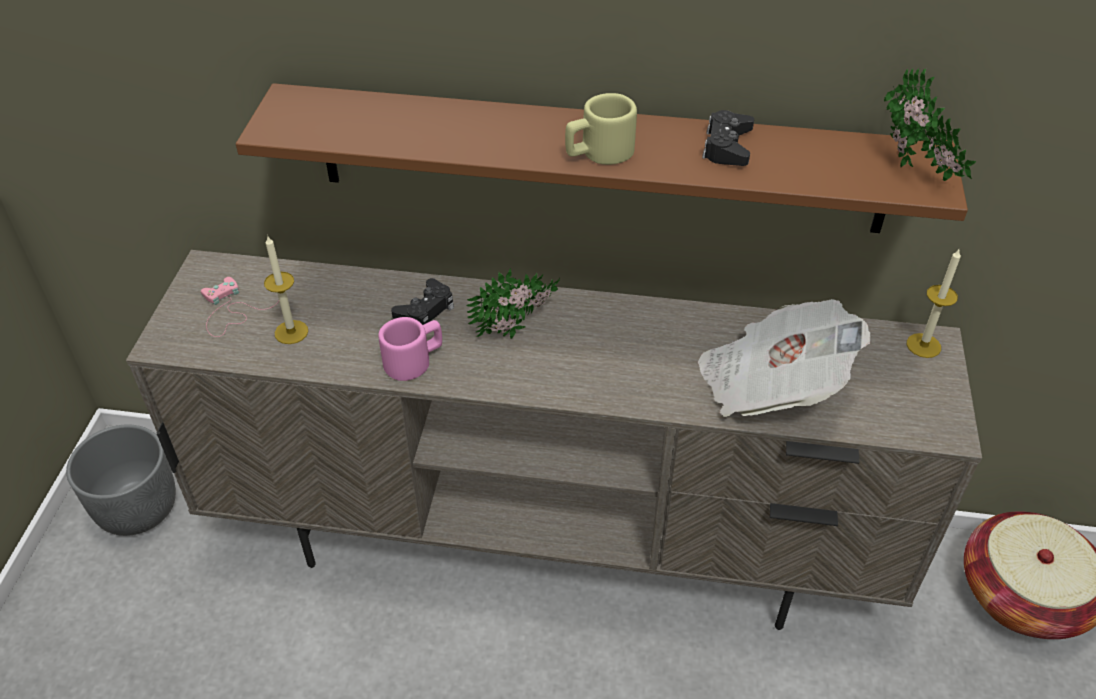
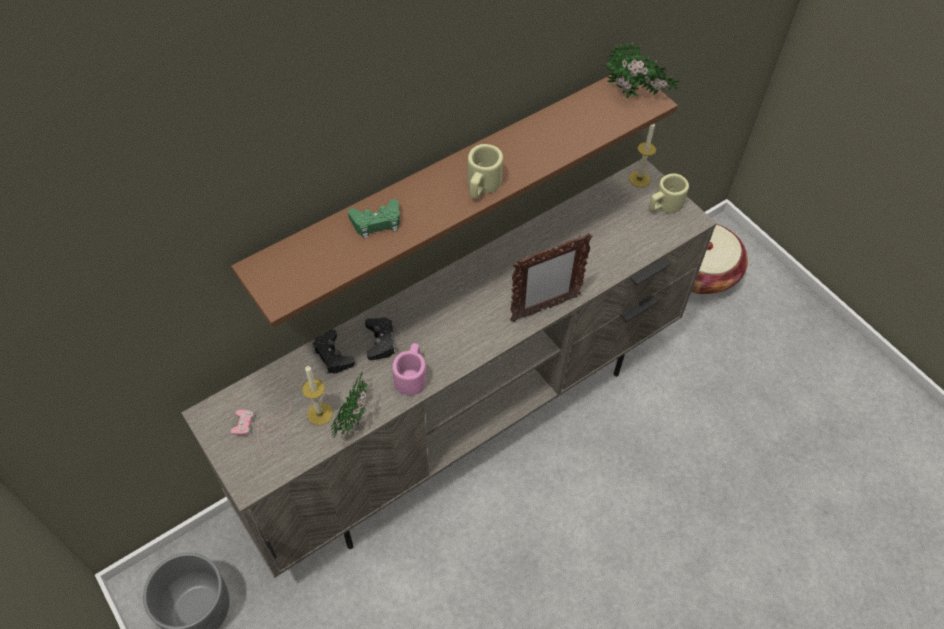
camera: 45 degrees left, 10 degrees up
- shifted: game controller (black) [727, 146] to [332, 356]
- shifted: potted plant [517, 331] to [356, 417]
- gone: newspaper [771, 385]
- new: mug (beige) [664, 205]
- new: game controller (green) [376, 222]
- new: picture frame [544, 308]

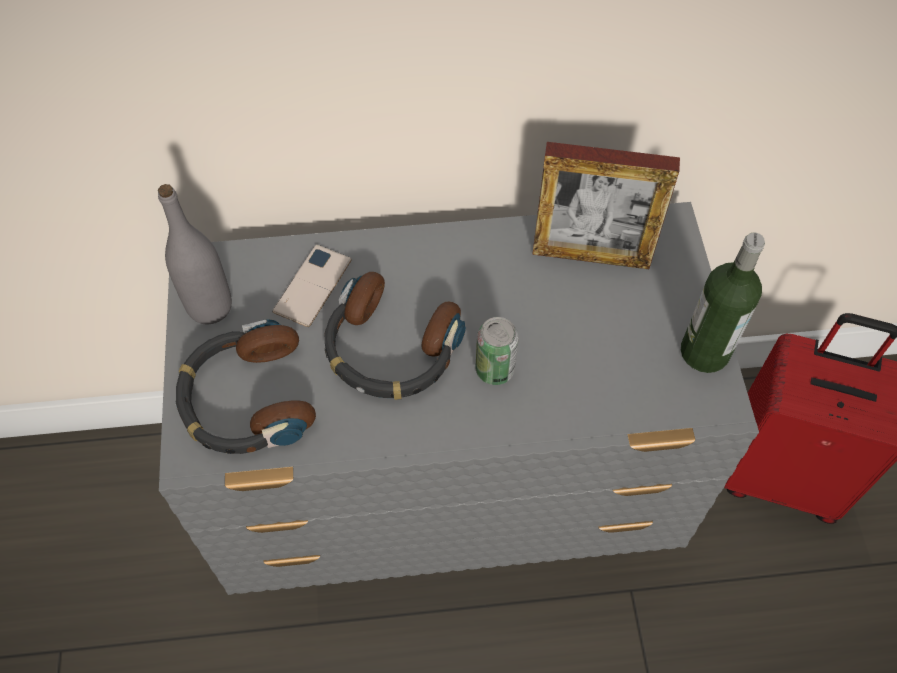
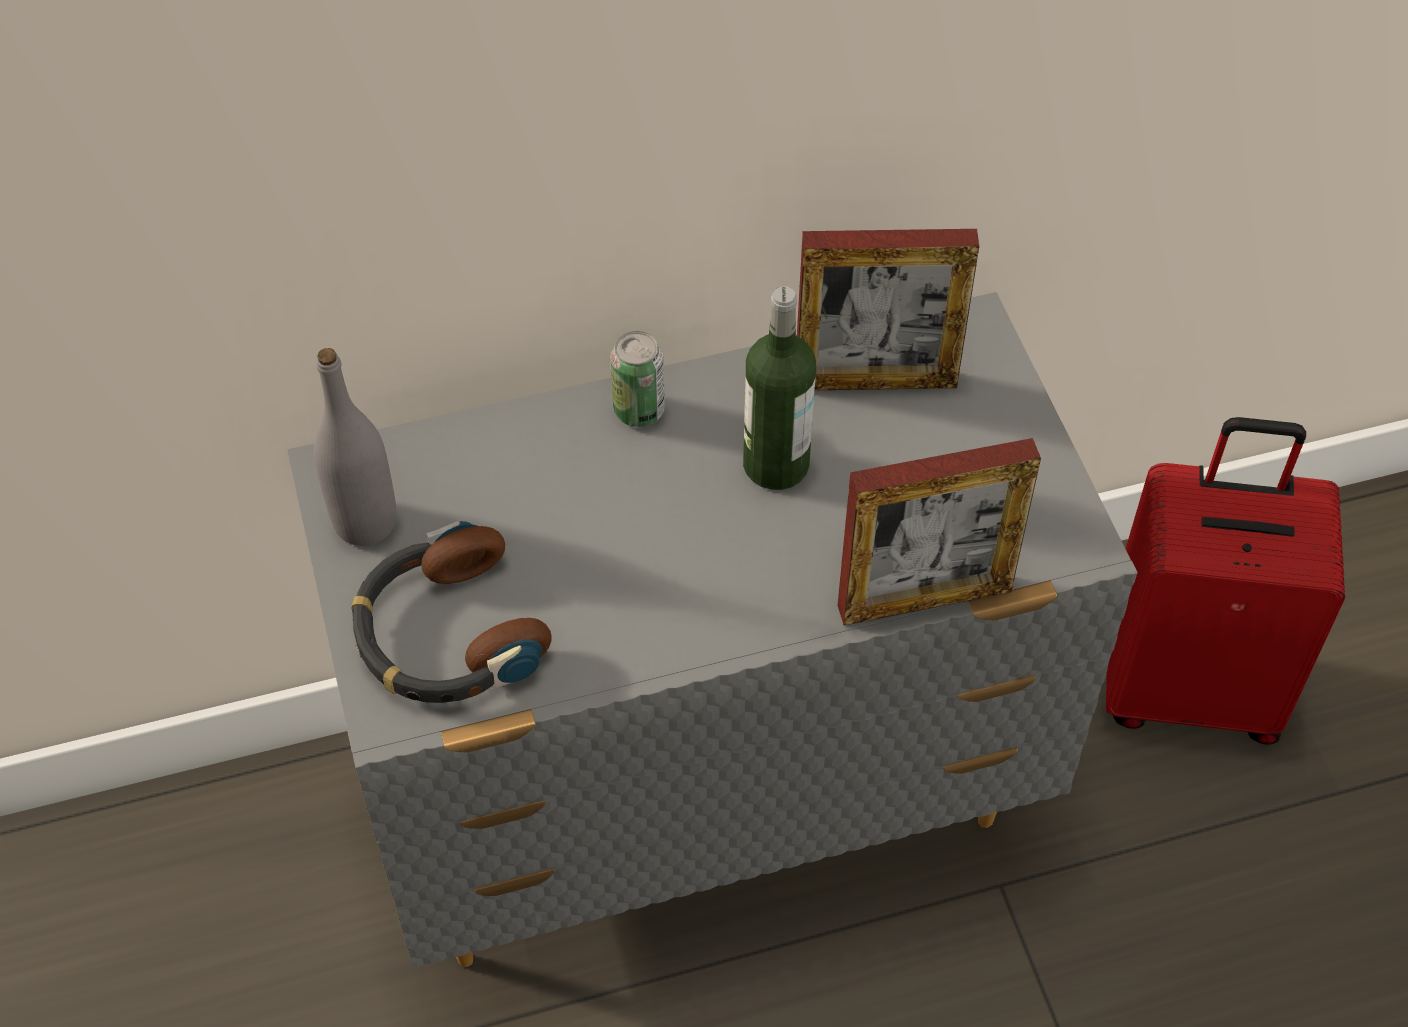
camera: 10 degrees left, 5 degrees down
- shifted: bottle [704, 352] to [776, 464]
- gone: phone [312, 286]
- gone: headphones [390, 349]
- shifted: can [495, 370] to [639, 410]
- new: picture frame [924, 599]

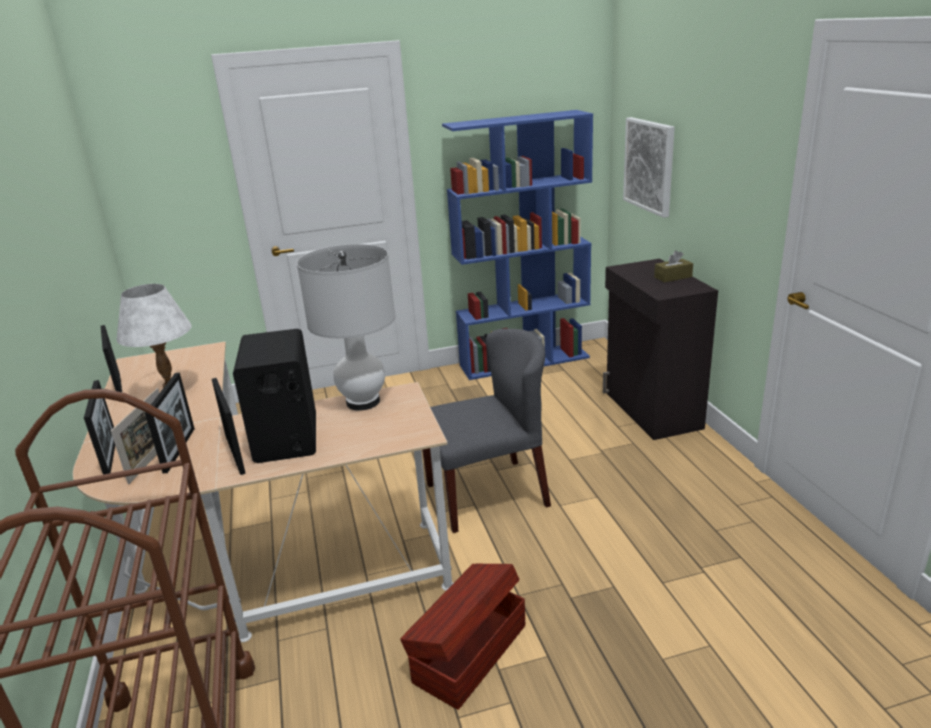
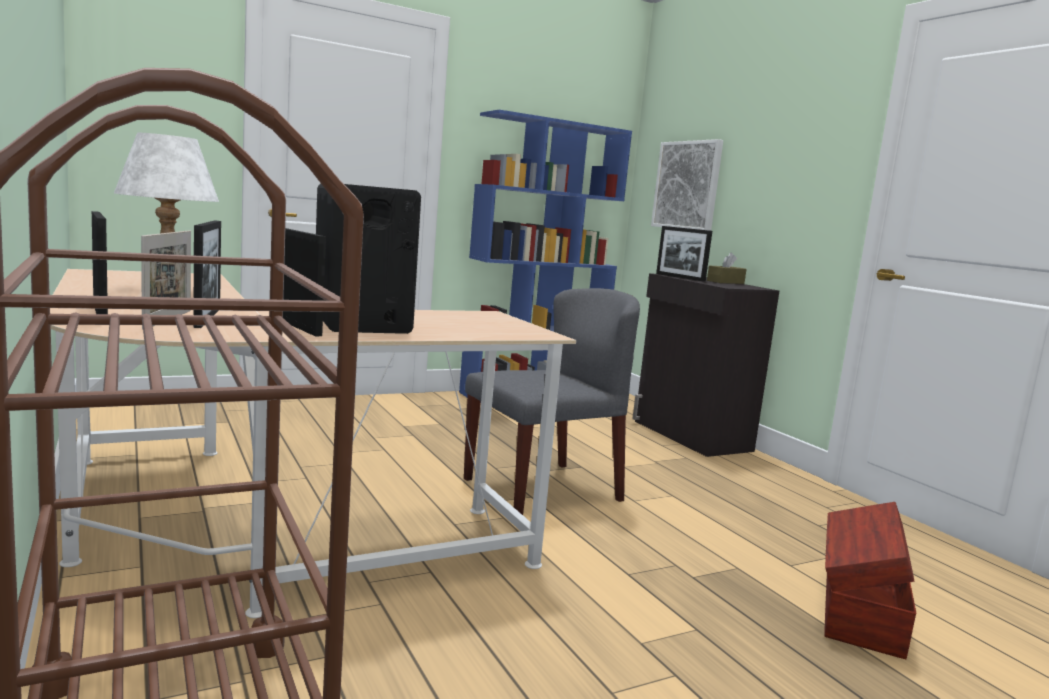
camera: 15 degrees left, 15 degrees down
- gone: table lamp (white) [363, 402]
- shifted: picture frame [119, 387] to [680, 277]
- shifted: storage box (brown) [468, 653] to [859, 611]

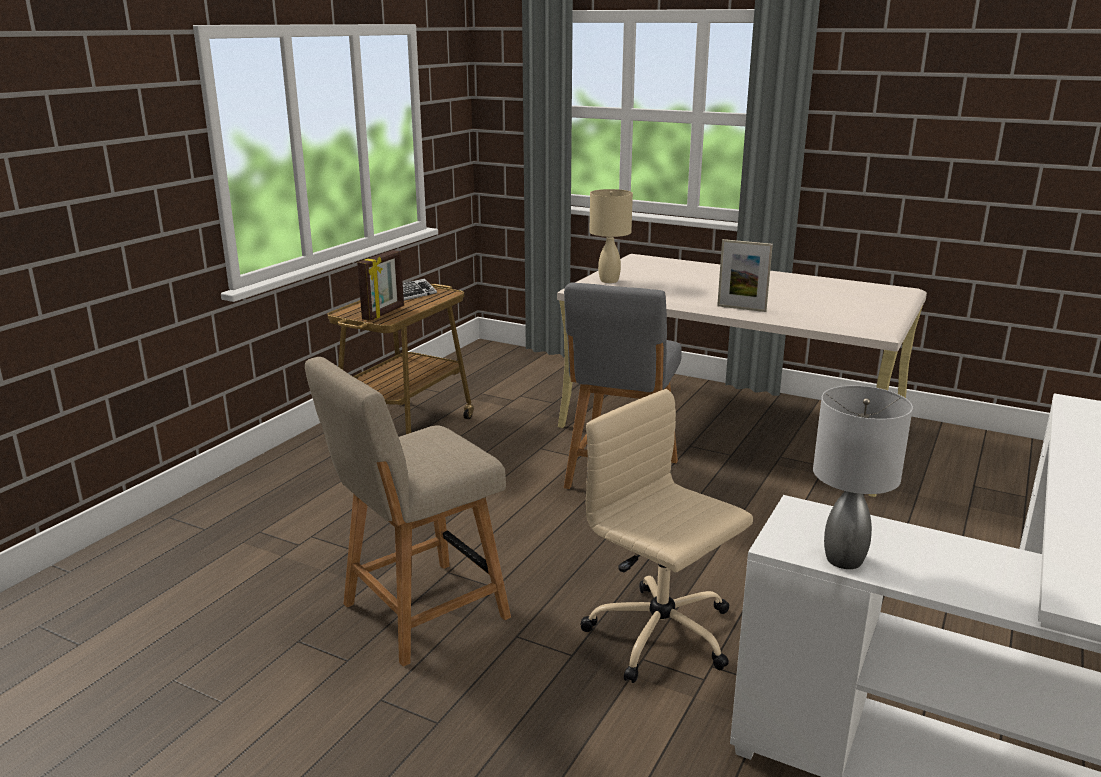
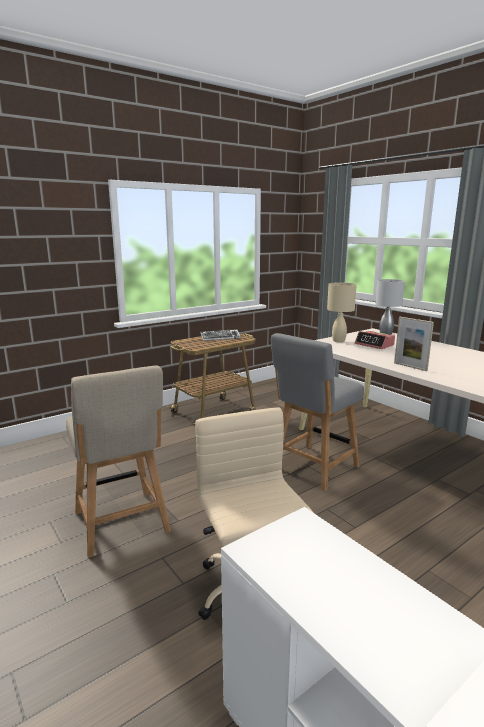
camera: 25 degrees right, 5 degrees down
- gone: picture frame [384, 313]
- rotated: chair (beige) [418, 614] = [122, 524] 105 degrees counterclockwise
- shifted: table lamp (grey) [845, 559] to [386, 334]
- new: alarm clock [374, 345]

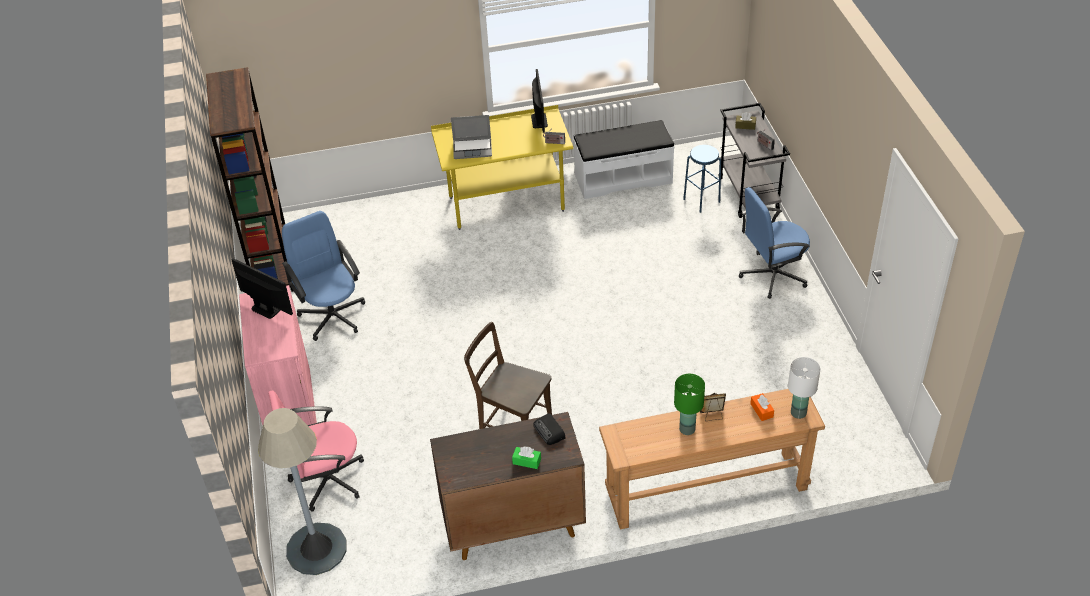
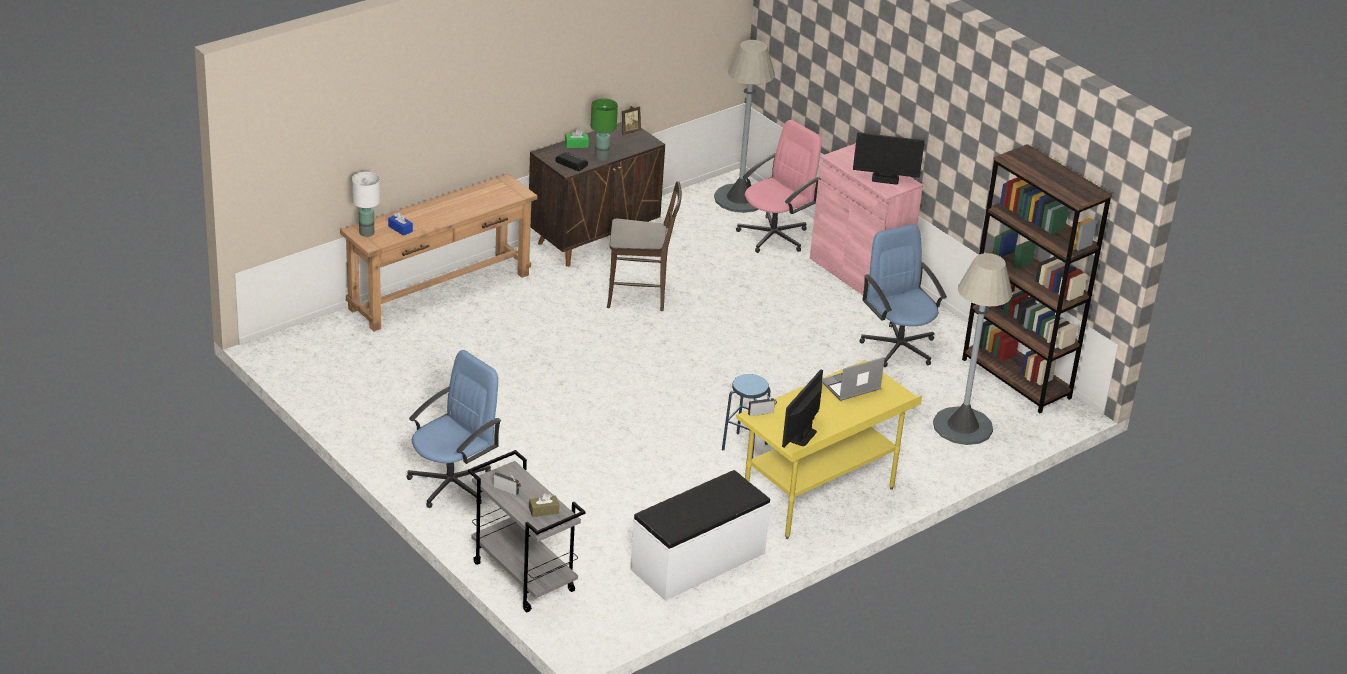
camera: 150 degrees right, 10 degrees down
- rotated: monitor [539, 121] = [801, 436] 60 degrees clockwise
- shifted: stool (blue) [701, 200] to [744, 446]
- rotated: office chair (blue) [332, 315] = [898, 347] 150 degrees counterclockwise
- shifted: table lamp (green) [686, 429] to [602, 157]
- shifted: picture frame [712, 415] to [629, 131]
- repainted: tissue box (orange) [761, 410] to tissue box (blue) [400, 229]
- new: floor lamp (grey) [962, 426]

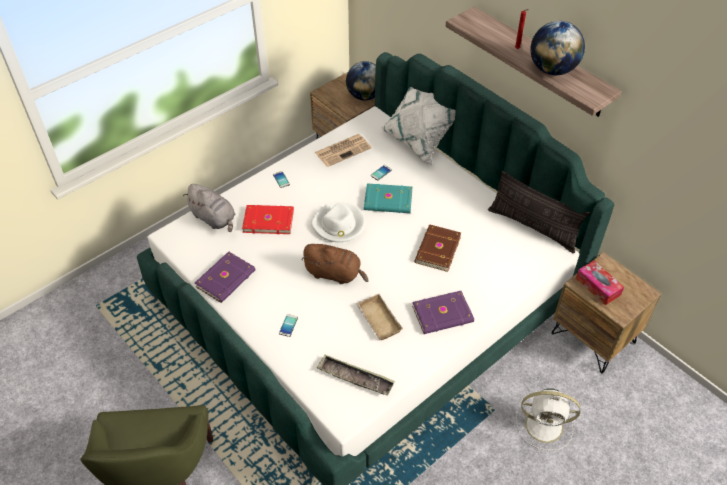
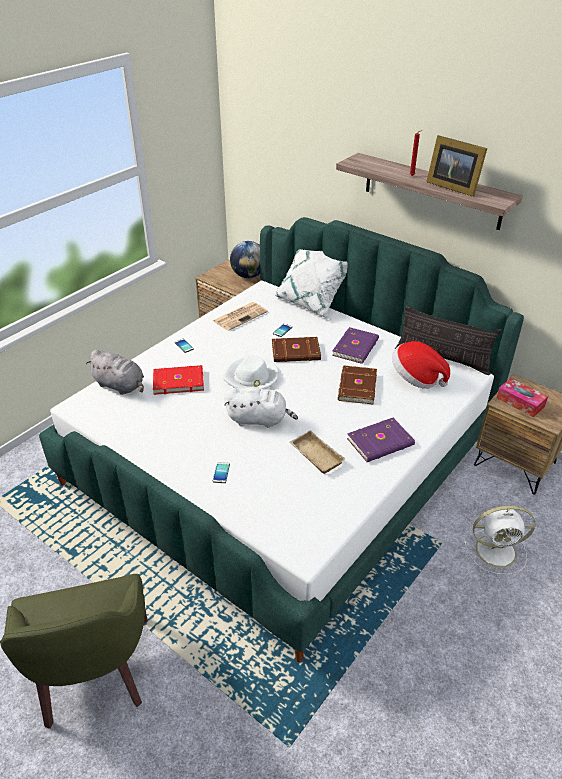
camera: 10 degrees left, 10 degrees down
- swapped: globe [552, 70] to picture frame [451, 186]
- repainted: book (turquoise) [388, 201] to book (brown) [296, 352]
- repainted: plush toy (brown) [335, 274] to plush toy (white) [259, 419]
- shifted: book (purple) [226, 279] to [356, 347]
- gone: tray [355, 378]
- new: hat [416, 378]

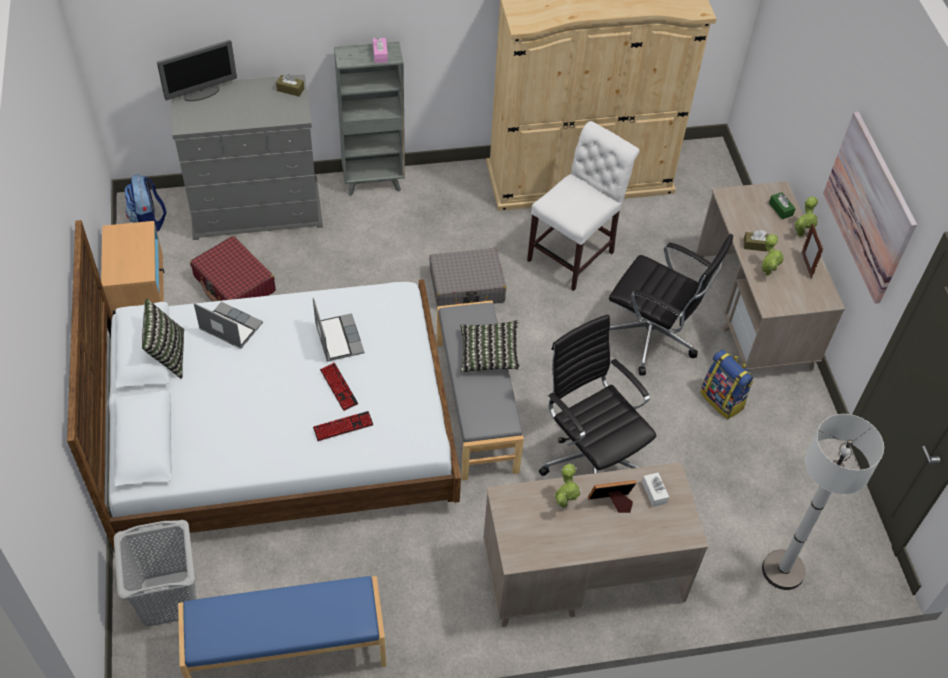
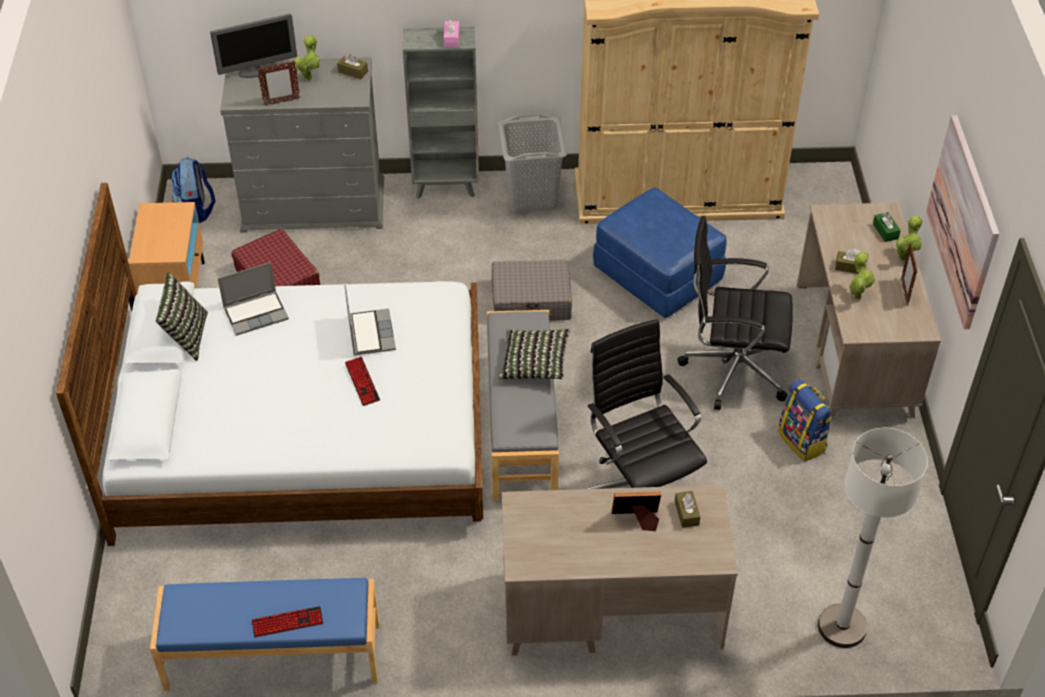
camera: 10 degrees right, 5 degrees down
- swapped: chair (white) [574, 254] to ottoman (blue) [658, 275]
- rotated: office chair (black) [652, 337] = [732, 368] 150 degrees clockwise
- rotated: laptop [230, 327] = [256, 313] 120 degrees clockwise
- shifted: keyboard [343, 426] to [287, 622]
- shifted: potted plant [563, 502] to [310, 77]
- repainted: tissue box (white) [654, 492] to tissue box (brown) [686, 513]
- shifted: laundry basket (grey) [169, 597] to [532, 196]
- new: picture frame [281, 102]

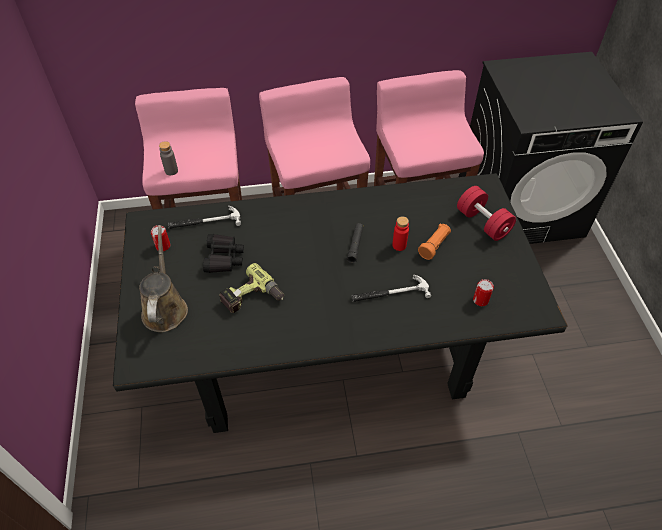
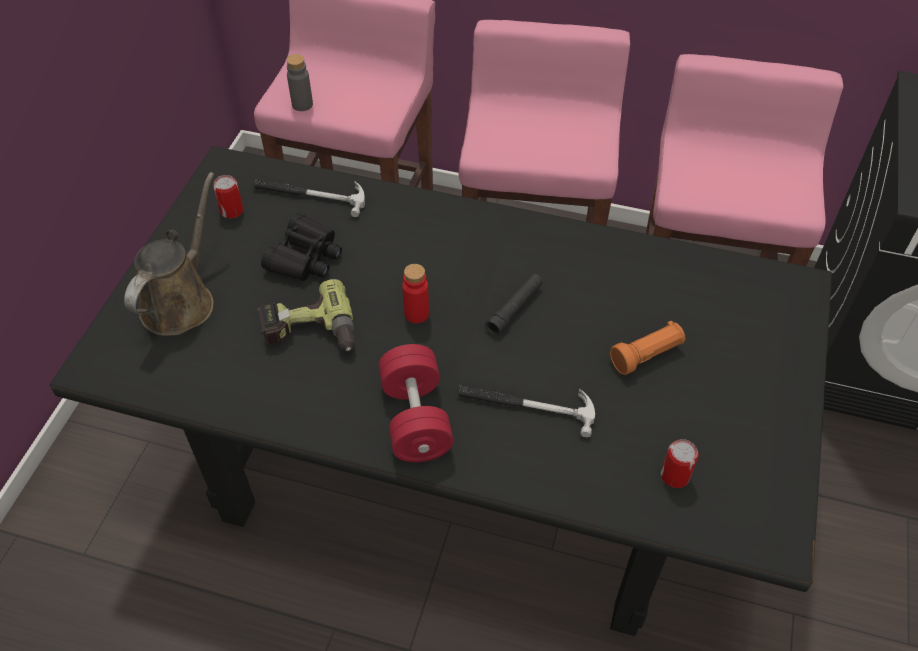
camera: 25 degrees right, 0 degrees up
- shifted: dumbbell (red) [483, 223] to [415, 418]
- shifted: bottle (red) [399, 245] to [416, 314]

